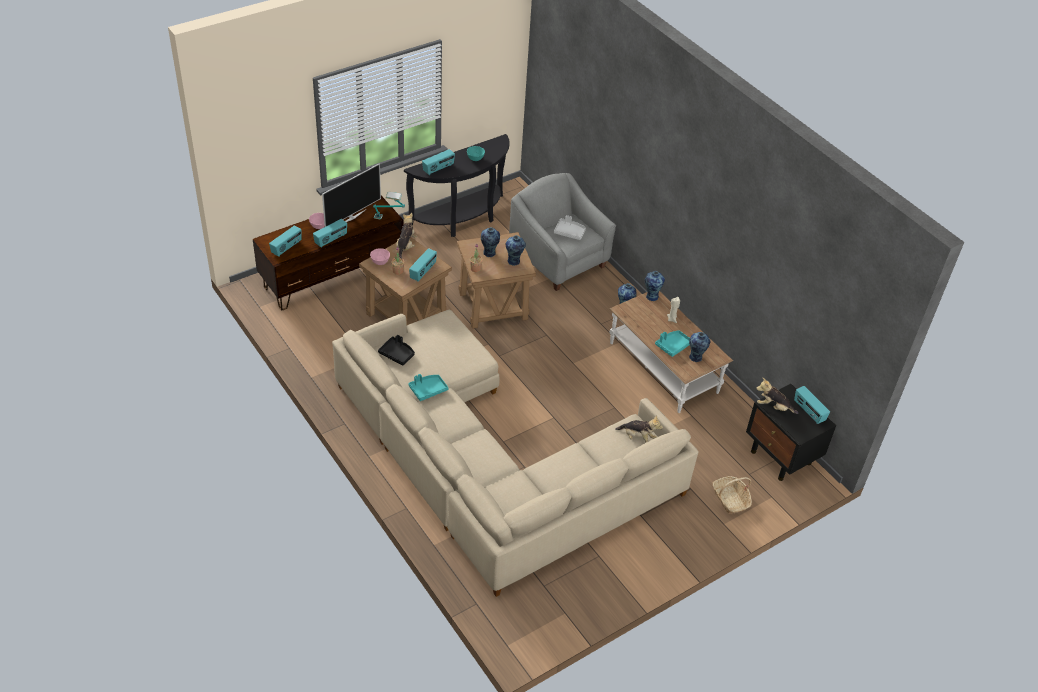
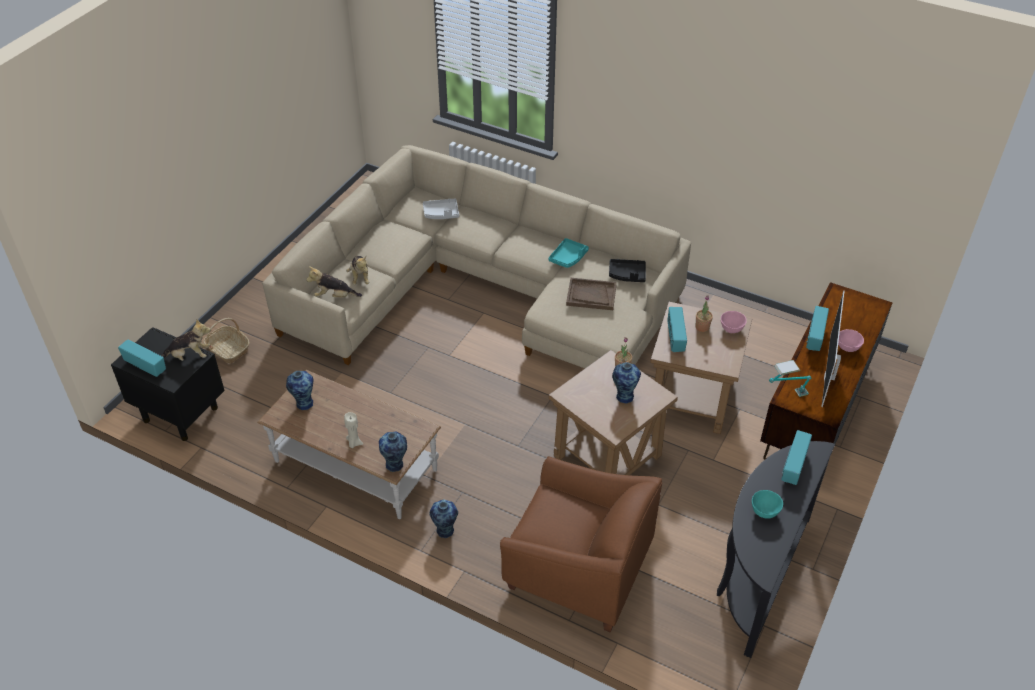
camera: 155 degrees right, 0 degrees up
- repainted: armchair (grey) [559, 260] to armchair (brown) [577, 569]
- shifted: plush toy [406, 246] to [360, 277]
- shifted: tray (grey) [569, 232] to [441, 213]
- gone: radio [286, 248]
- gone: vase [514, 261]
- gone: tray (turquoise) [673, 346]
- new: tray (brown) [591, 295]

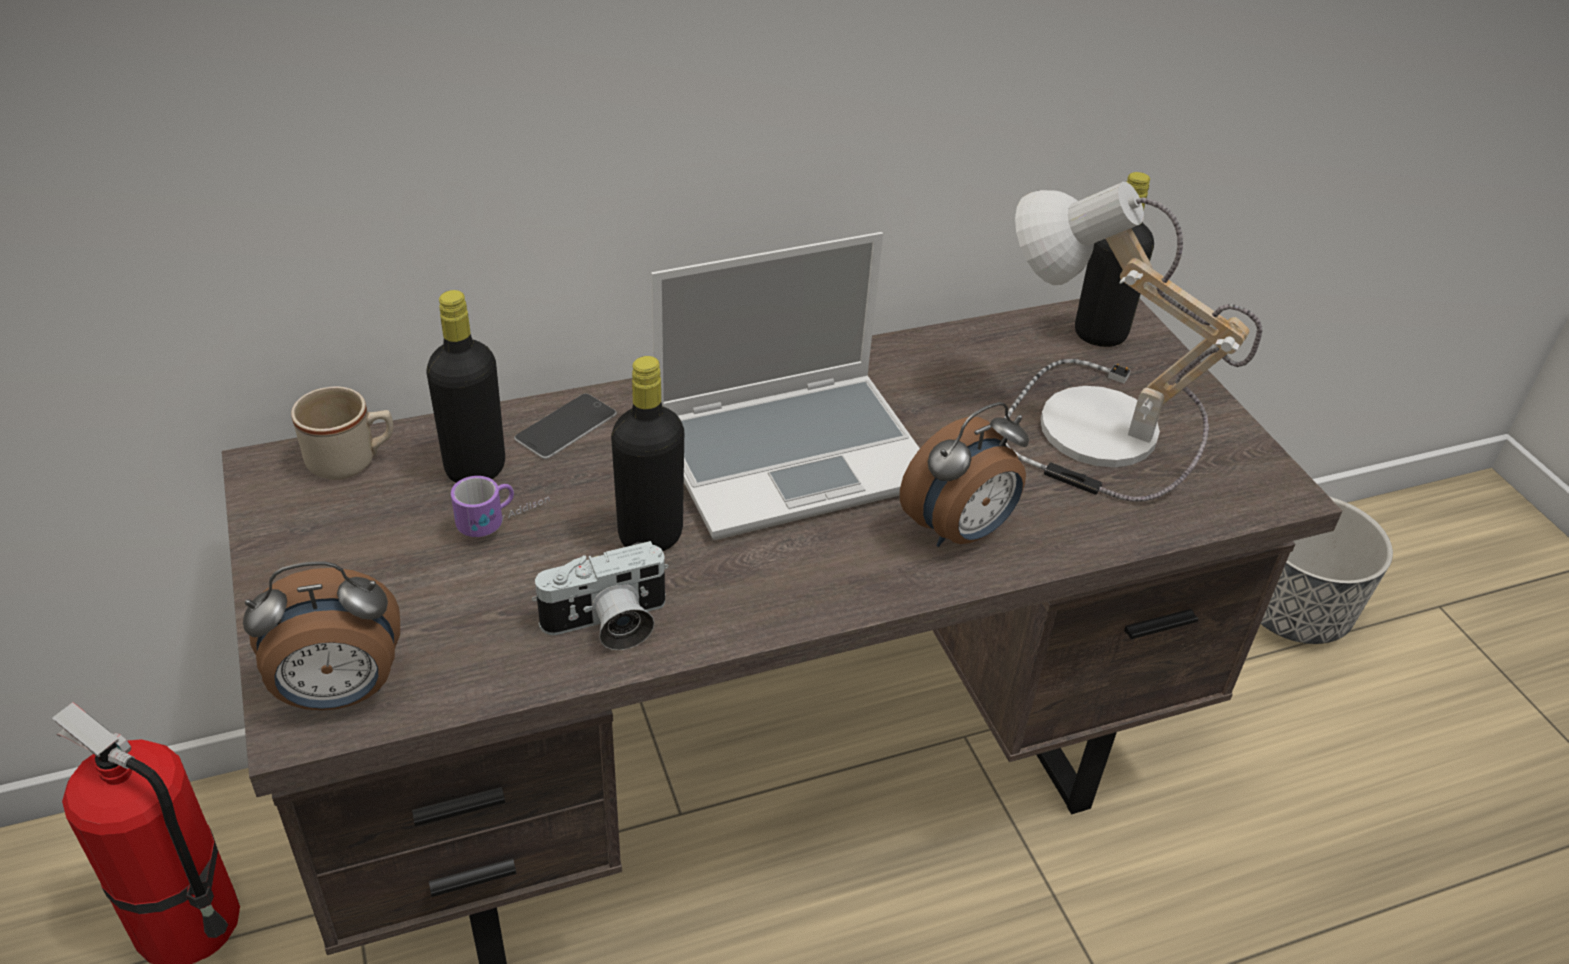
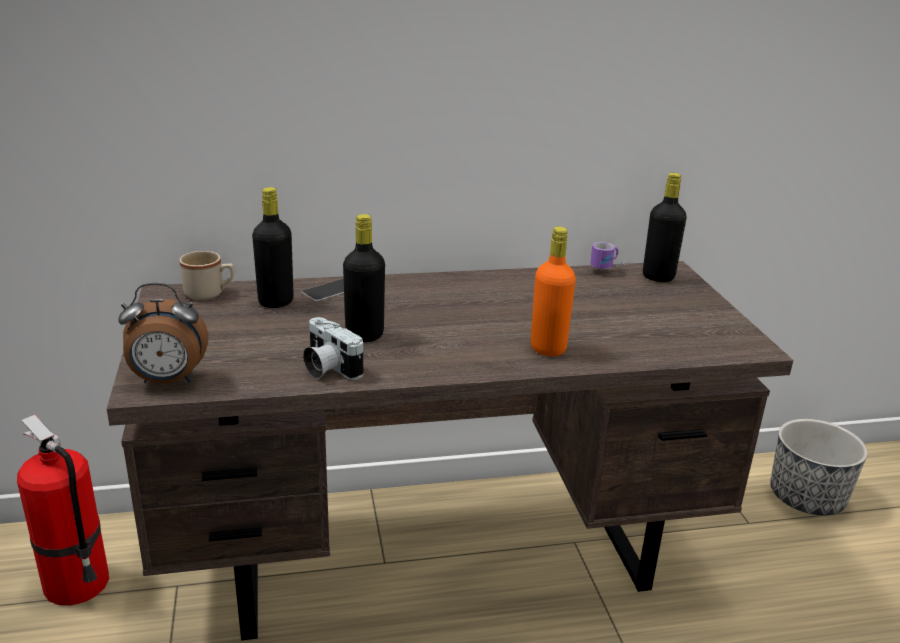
camera: 10 degrees right, 15 degrees down
- gone: table lamp [1086, 432]
- gone: laptop [794, 455]
- swapped: alarm clock [960, 531] to bottle (orange) [548, 348]
- shifted: mug [505, 522] to [611, 269]
- rotated: photo camera [608, 625] = [327, 368] 60 degrees clockwise

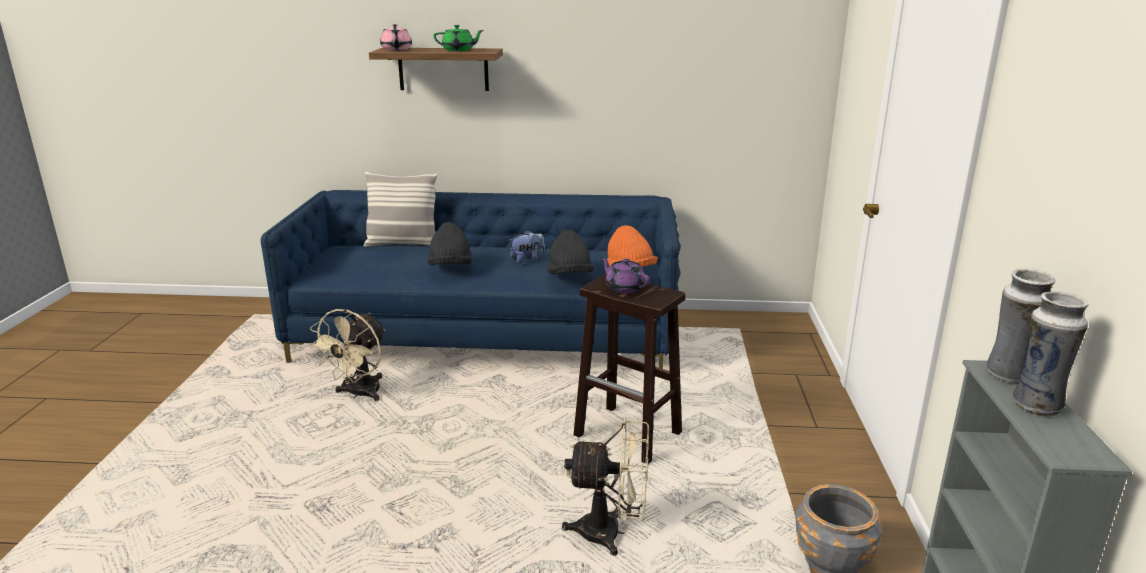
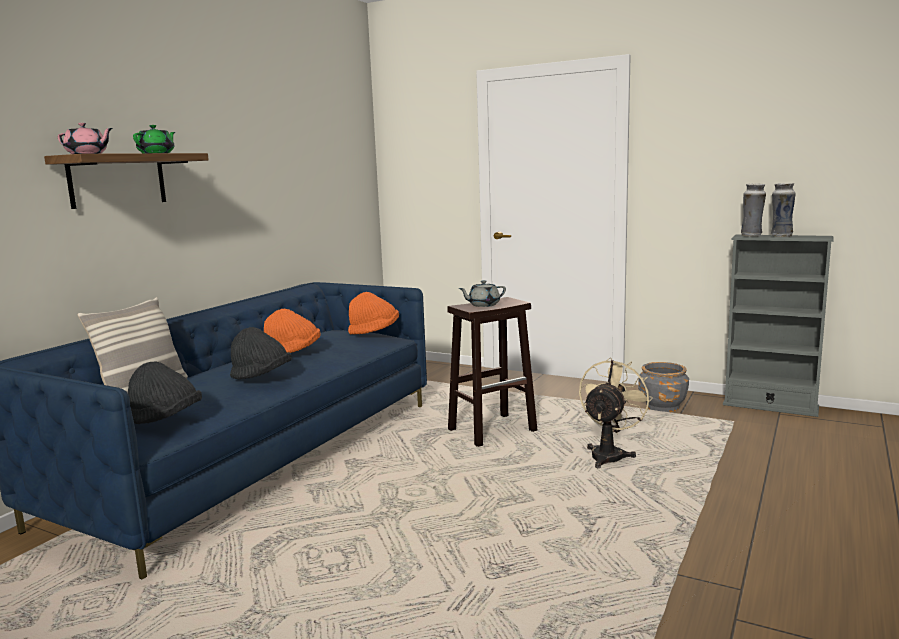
camera: 65 degrees left, 10 degrees down
- shifted: hat (black) [569, 276] to [166, 420]
- swapped: plush toy [527, 259] to hat (orange) [293, 352]
- repainted: teapot (purple) [624, 288] to teapot (grey) [483, 305]
- gone: fan (beige) [359, 394]

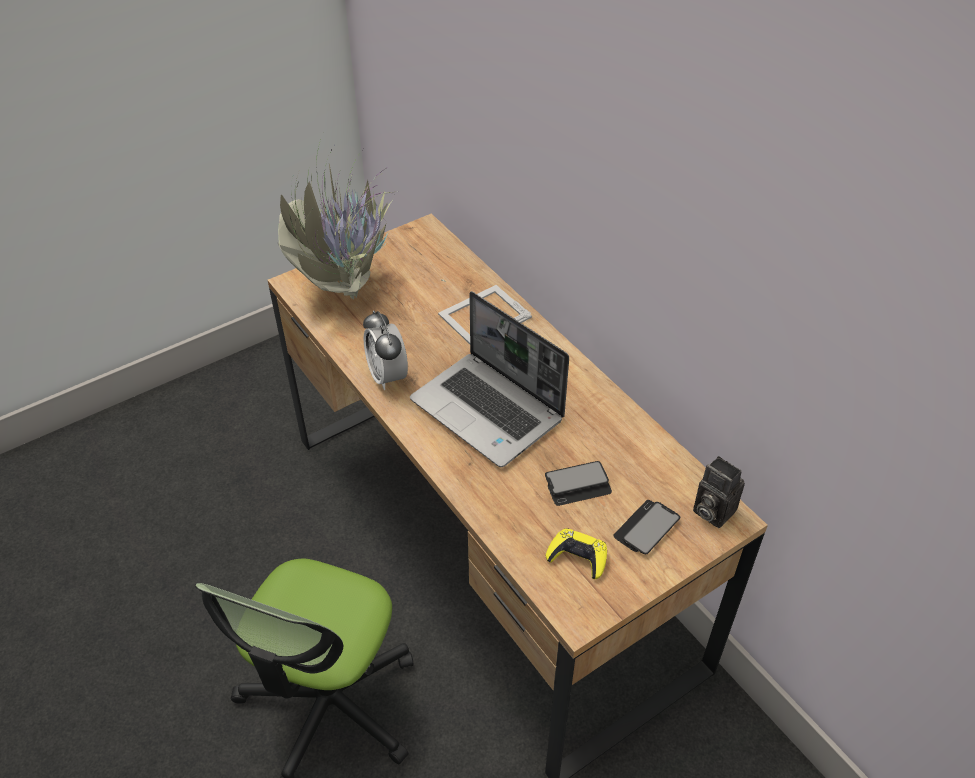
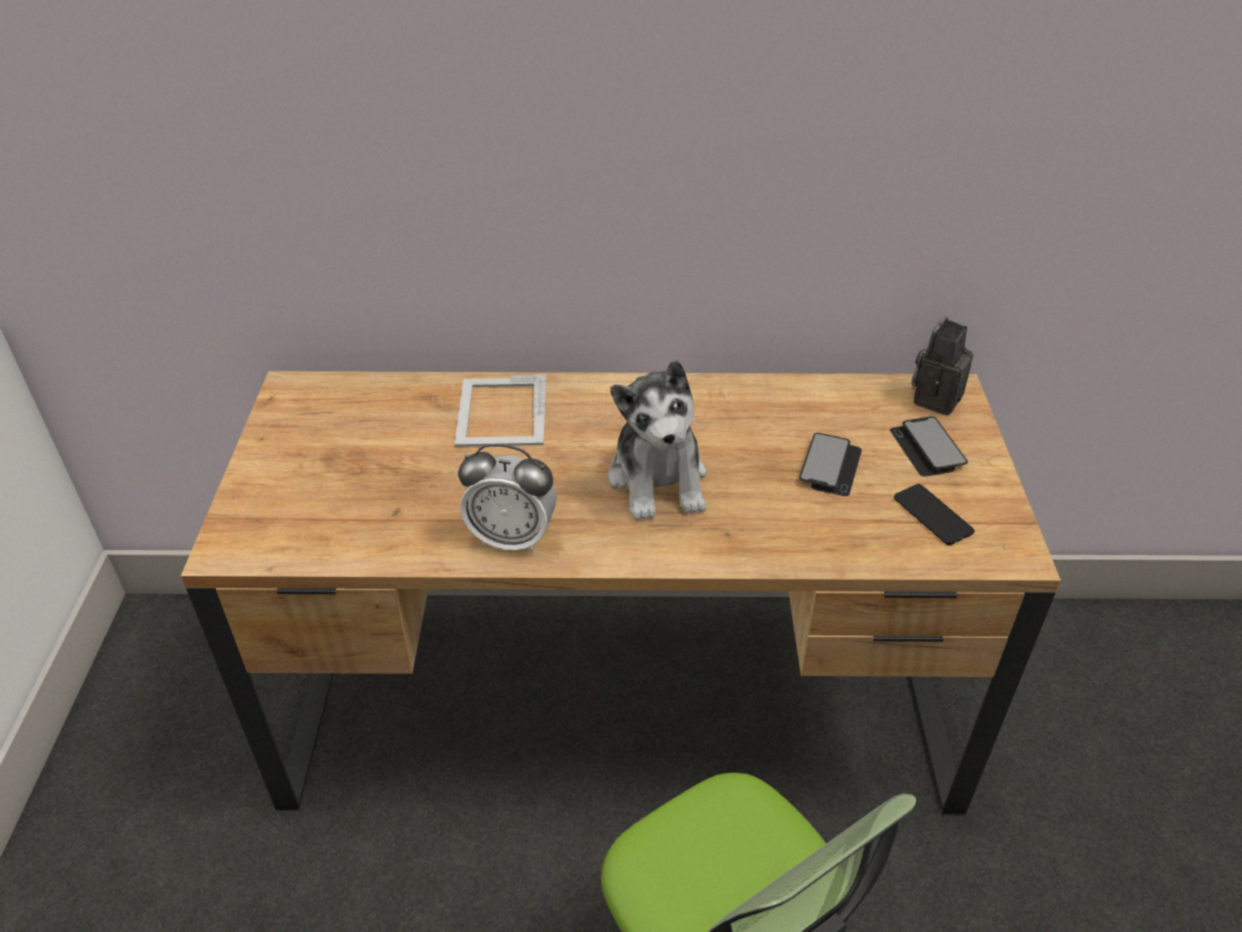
camera: 55 degrees left, 5 degrees down
- gone: potted plant [349, 289]
- swapped: laptop [489, 410] to plush toy [658, 479]
- rotated: photo camera [711, 511] = [935, 397] 135 degrees clockwise
- swapped: game controller (yellow) [577, 557] to phone [933, 515]

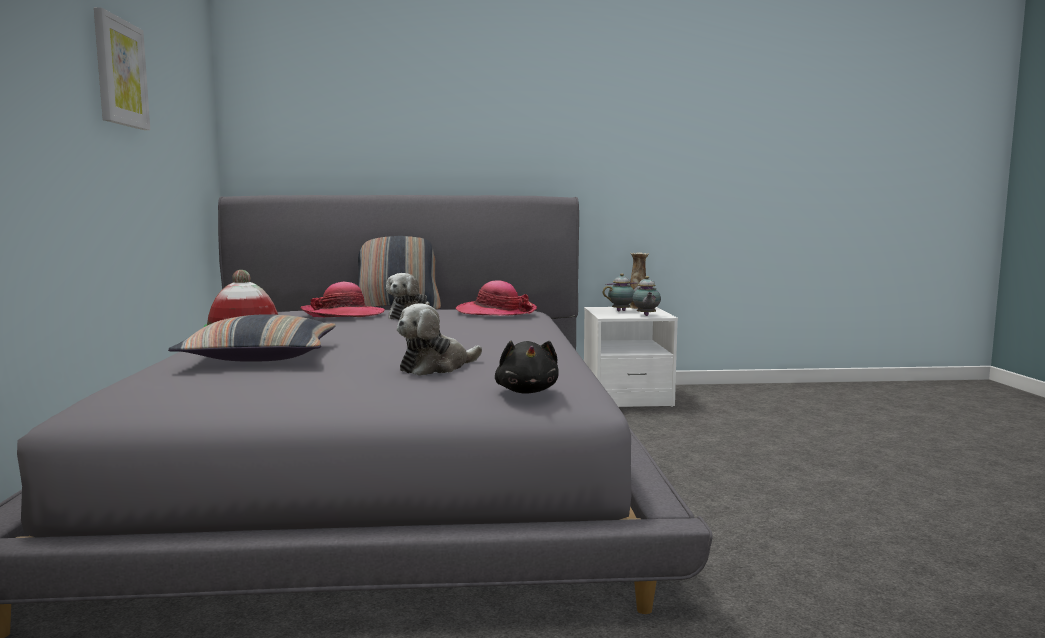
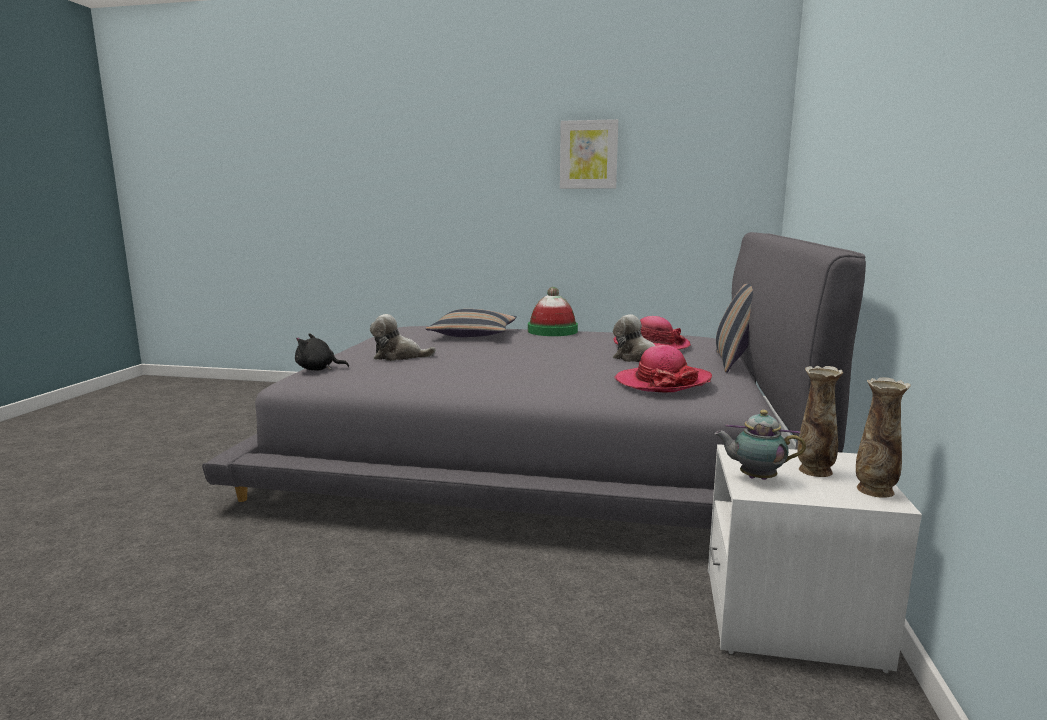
camera: 105 degrees right, 5 degrees up
- swapped: teapot [622, 311] to vase [814, 471]
- rotated: plush toy [436, 367] = [399, 357] 60 degrees counterclockwise

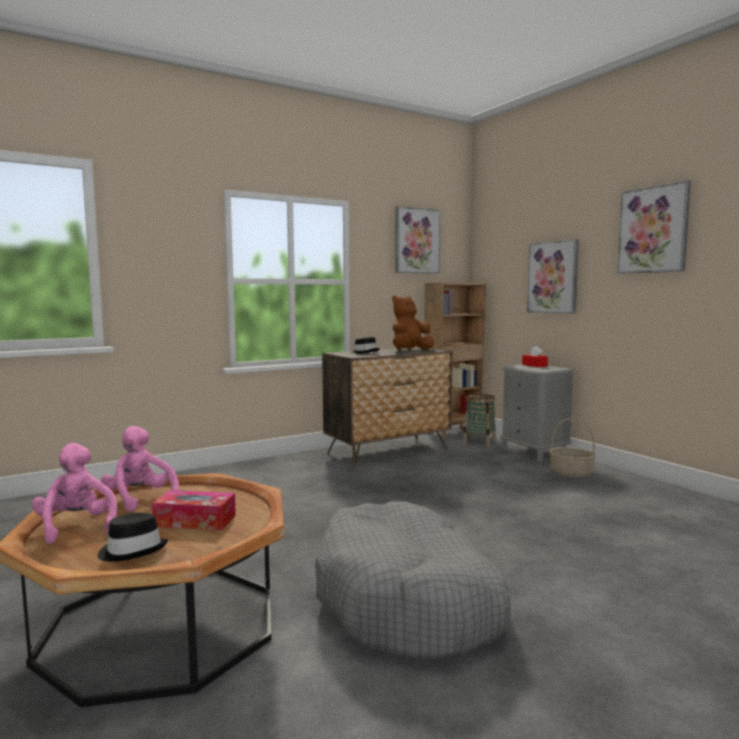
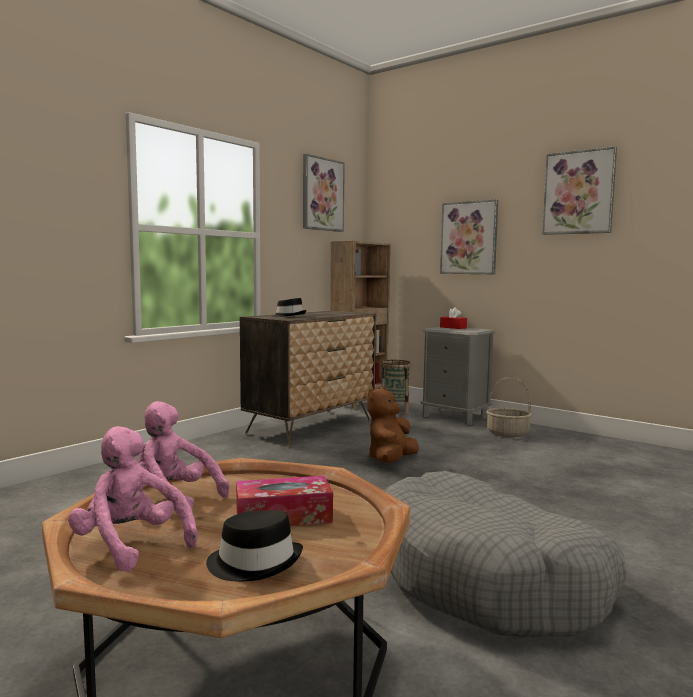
camera: 20 degrees left, 0 degrees up
- shifted: plush toy (brown) [410, 350] to [391, 460]

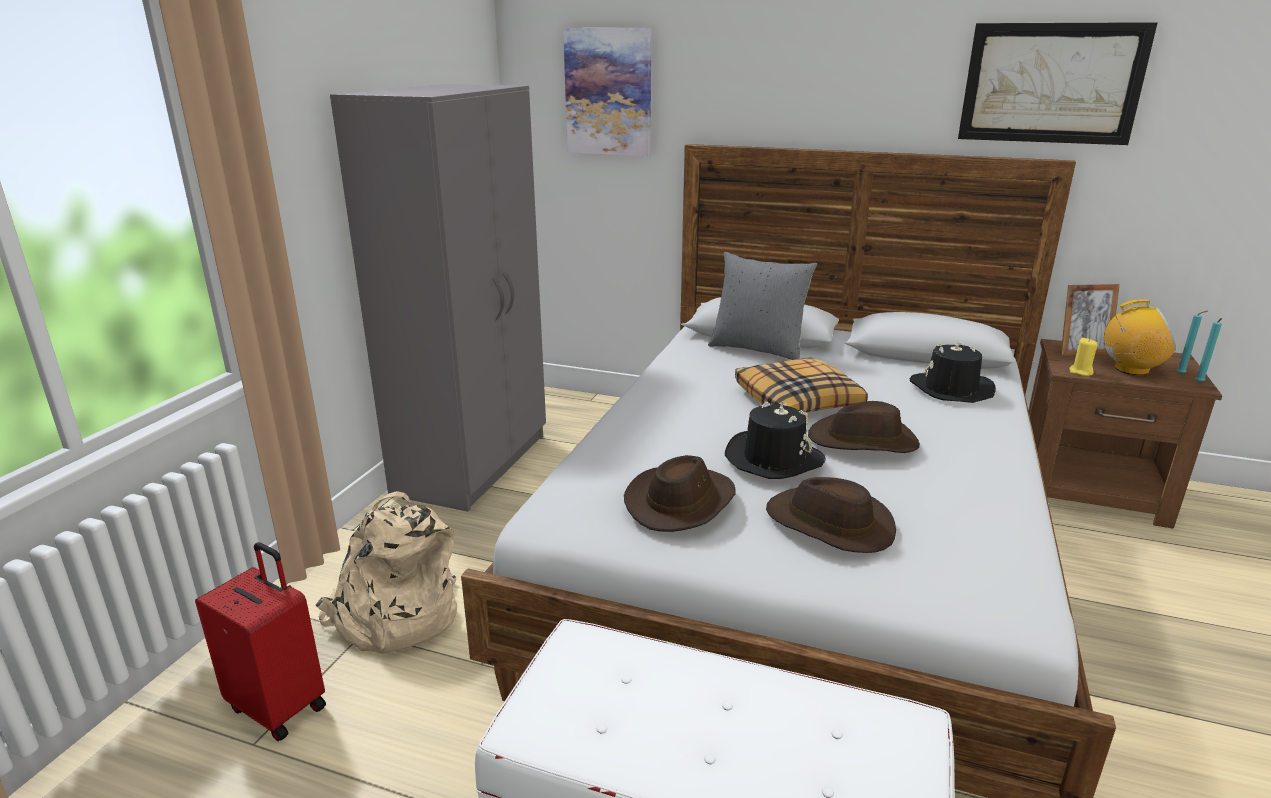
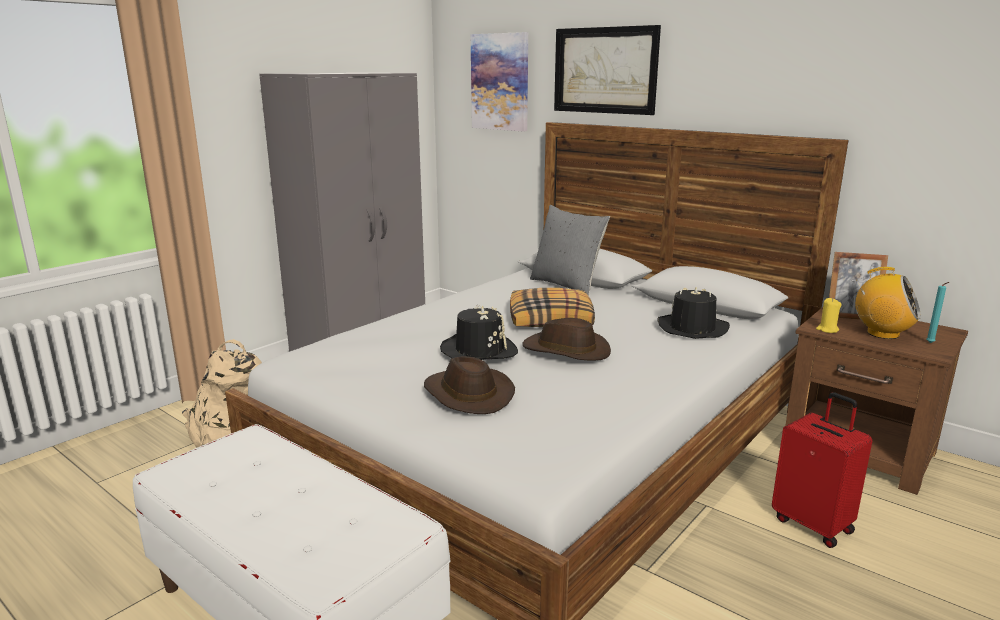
camera: 20 degrees right, 5 degrees down
- shifted: picture [1051, 83] to [605, 70]
- gone: candle (turquoise) [1199, 383]
- gone: hat (brown) [681, 501]
- shifted: suitcase (red) [280, 706] to [813, 524]

